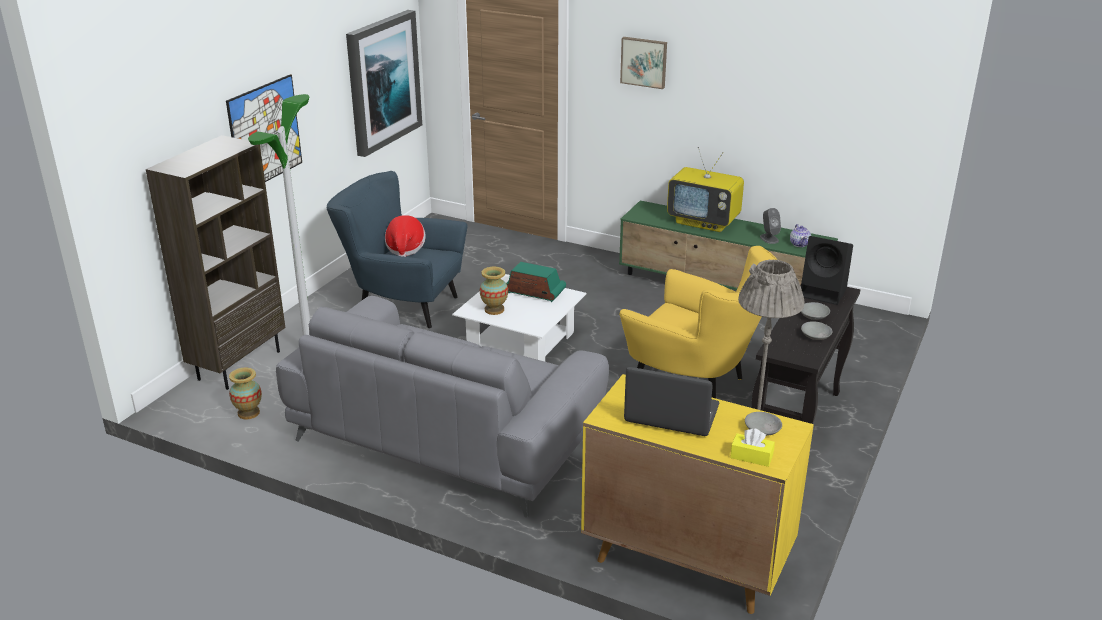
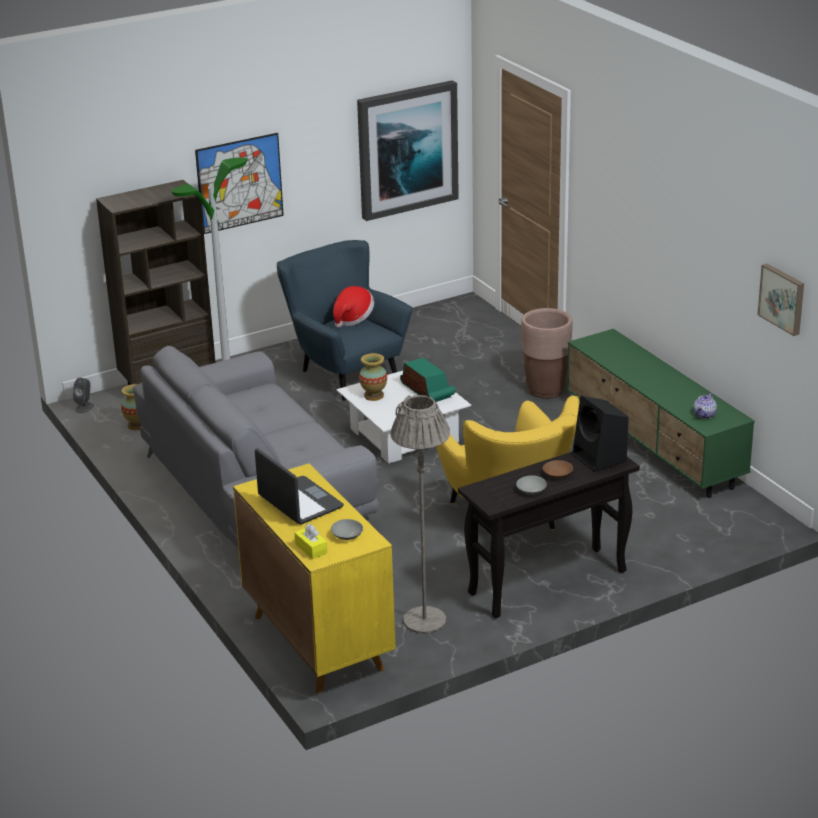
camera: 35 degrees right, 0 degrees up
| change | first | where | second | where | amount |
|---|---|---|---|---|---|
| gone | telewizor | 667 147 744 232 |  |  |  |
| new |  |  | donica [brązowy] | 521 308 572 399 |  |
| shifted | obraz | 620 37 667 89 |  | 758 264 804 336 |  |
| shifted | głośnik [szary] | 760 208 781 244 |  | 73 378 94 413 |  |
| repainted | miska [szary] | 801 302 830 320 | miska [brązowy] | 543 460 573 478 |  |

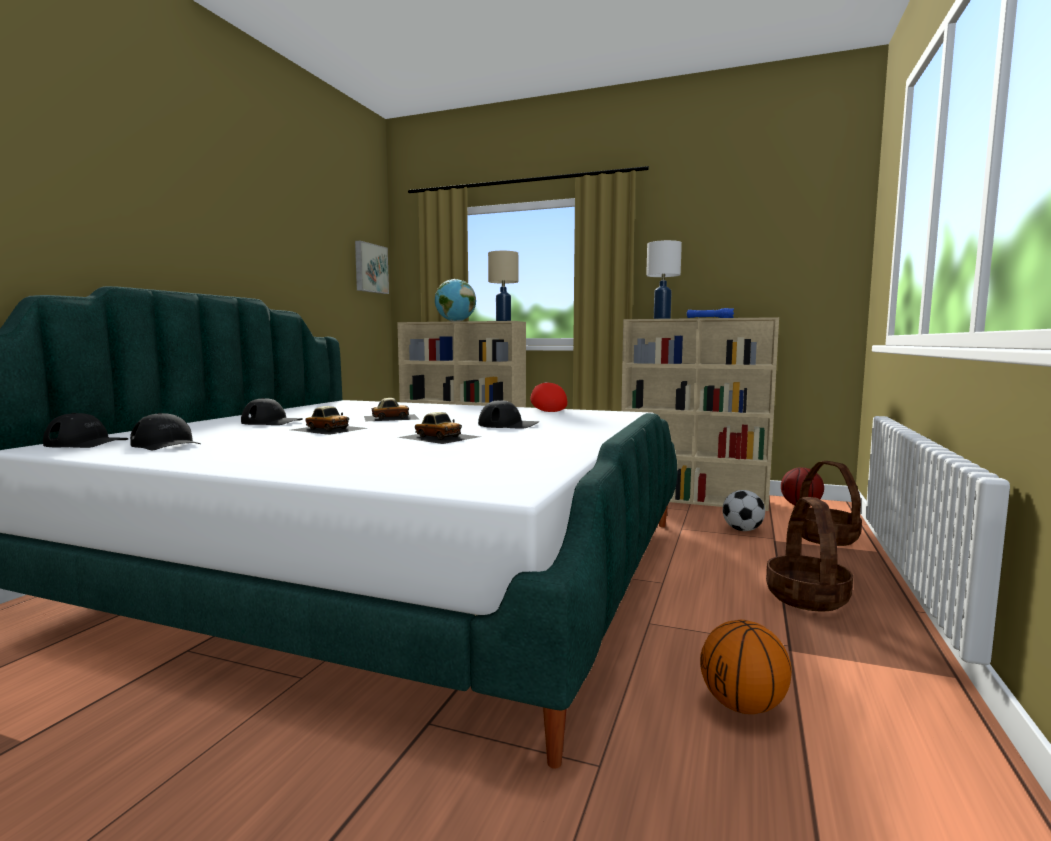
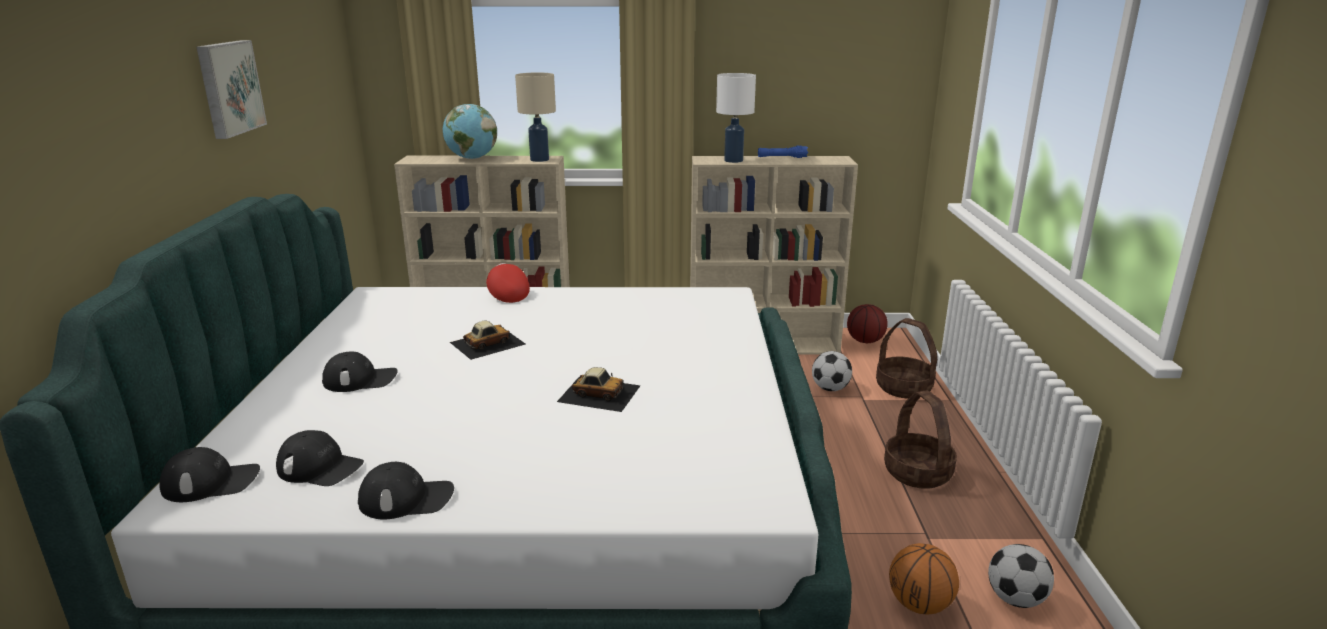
camera: 20 degrees left, 15 degrees up
| change | first | where | second | where | amount |
|---|---|---|---|---|---|
| gone | samochodzik | 292 406 367 435 |  |  |  |
| new |  |  | piłka futbolowa | 988 544 1054 608 |  |
| shifted | obraz | 355 241 389 294 |  | 196 40 267 139 |  |
| shifted | czapka z daszkiem [czarny] | 478 400 540 429 |  | 358 462 454 519 |  |
| shifted | czapka z daszkiem [czerwony] | 530 382 568 412 |  | 486 263 530 303 |  |

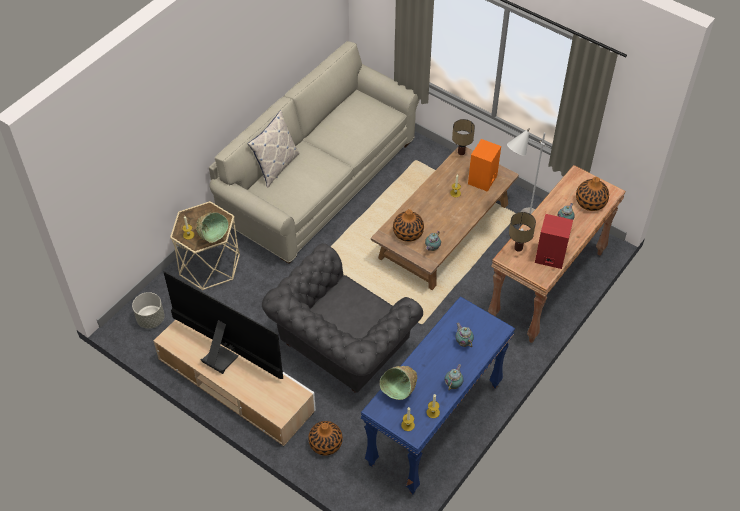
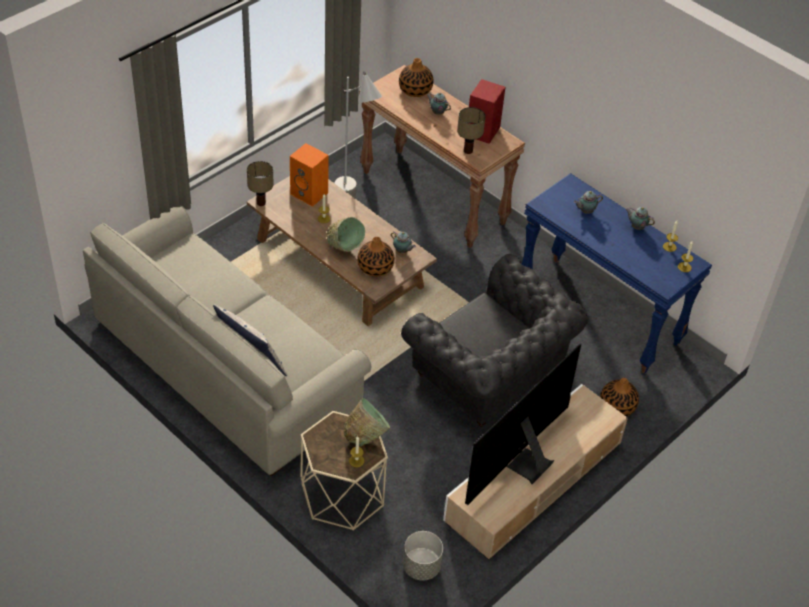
camera: 85 degrees left, 5 degrees down
| change | first | where | second | where | amount |
|---|---|---|---|---|---|
| shifted | miska [zielony] | 380 366 417 400 |  | 327 217 365 252 |  |

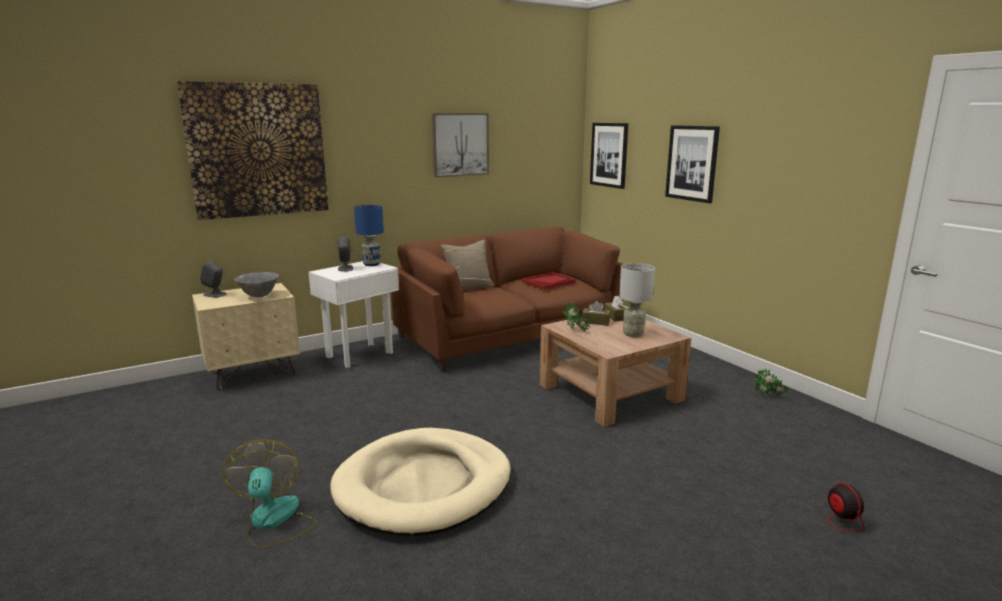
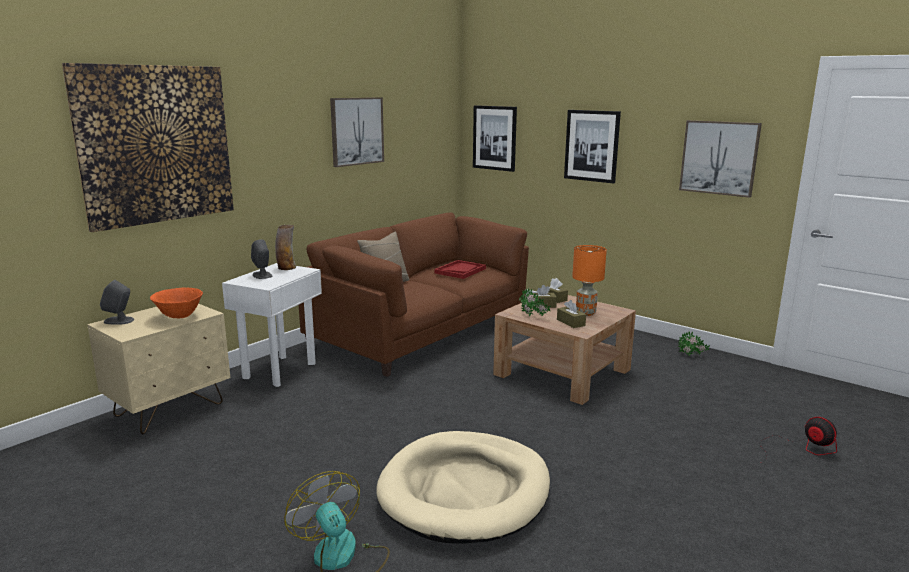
camera: 20 degrees left, 0 degrees up
| change | first | where | second | where | amount |
|---|---|---|---|---|---|
| new |  |  | pudełko chusteczek [brązowy] | 557 300 586 328 |  |
| new |  |  | obraz | 679 120 762 198 |  |
| swapped | lampa stołowa [niebieski] | 354 205 384 266 | wazon | 275 225 296 270 |  |
| repainted | miska [szary] | 234 272 279 297 | miska [pomarańczowy] | 150 288 203 318 |  |
| repainted | lampa stołowa [szary] | 619 263 655 337 | lampa stołowa [pomarańczowy] | 572 245 607 316 |  |

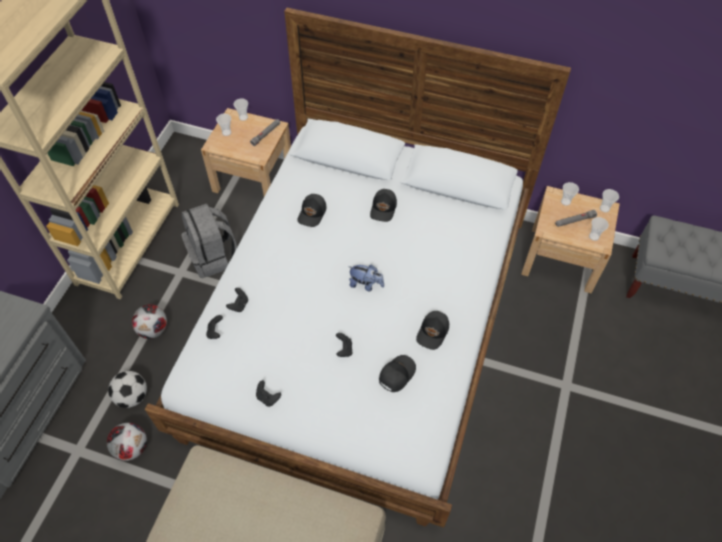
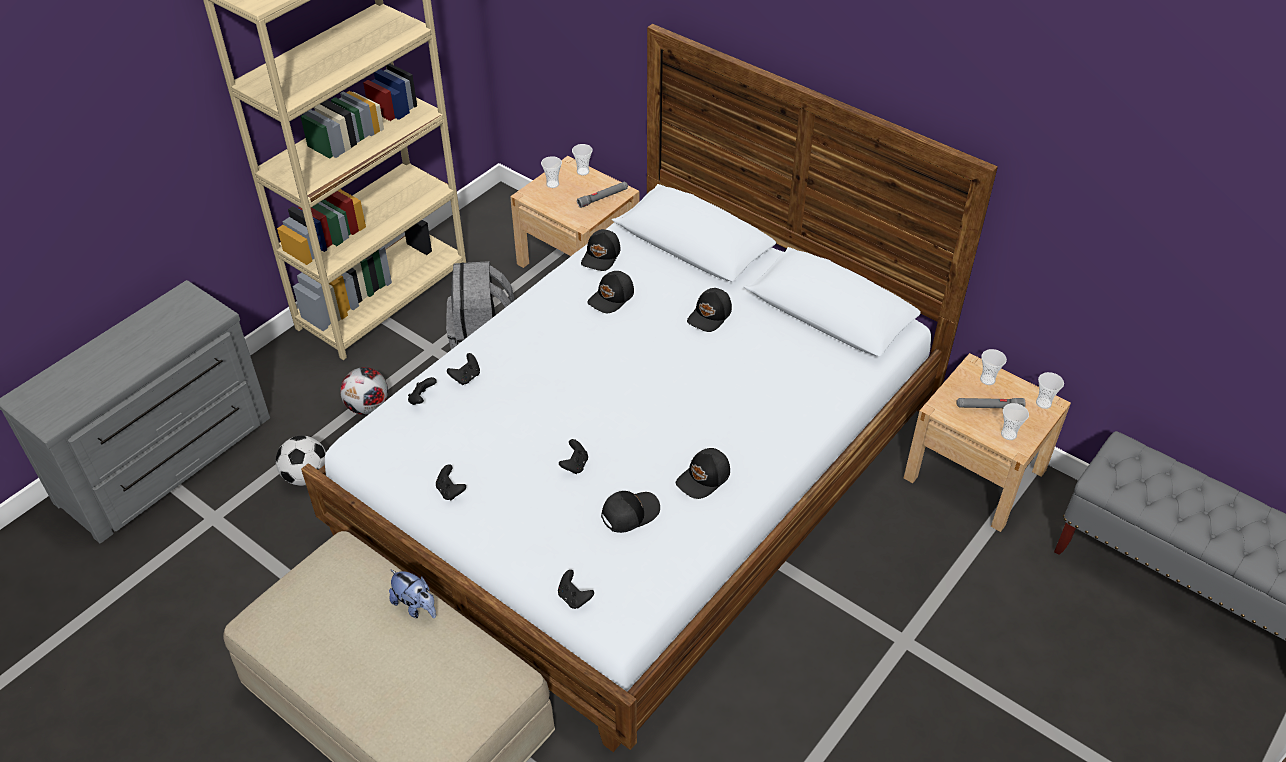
camera: 20 degrees right, 10 degrees down
| change | first | where | second | where | amount |
|---|---|---|---|---|---|
| gone | piłka futbolowa | 107 423 147 461 |  |  |  |
| new |  |  | pad do gier [czarny] | 558 570 594 609 |  |
| new |  |  | czapka z daszkiem [czarny] | 581 229 620 271 |  |
| shifted | pluszak | 348 264 384 291 |  | 389 569 436 618 |  |

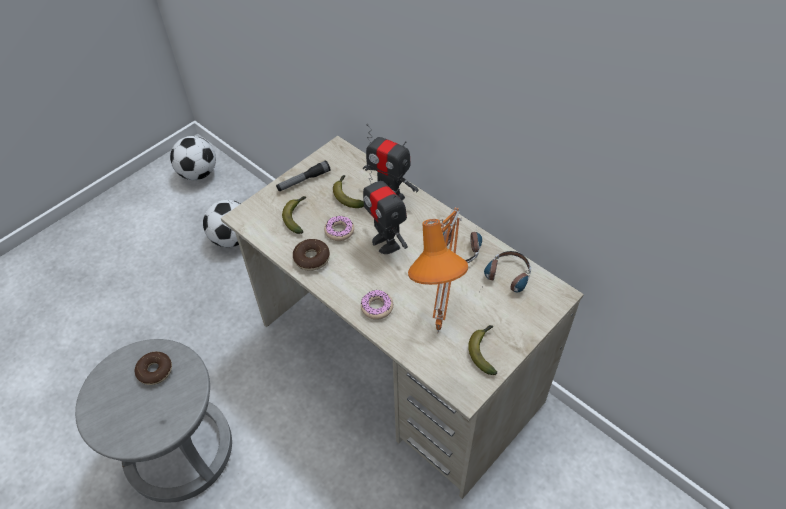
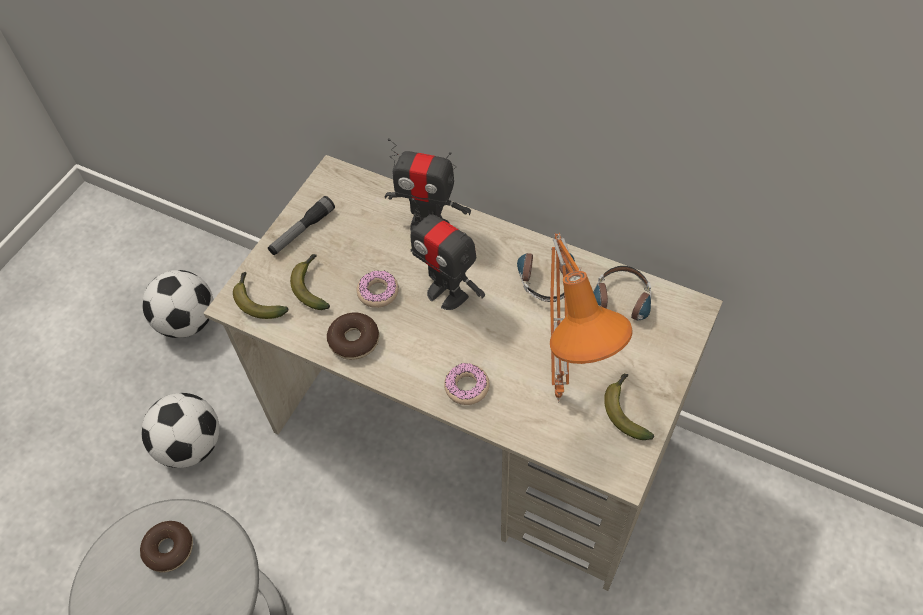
camera: 15 degrees left, 5 degrees up
| change | first | where | second | where | amount |
|---|---|---|---|---|---|
| shifted | piłka futbolowa | 170 136 216 180 |  | 141 393 219 468 |  |
| shifted | banan | 333 175 364 208 |  | 233 272 288 319 |  |

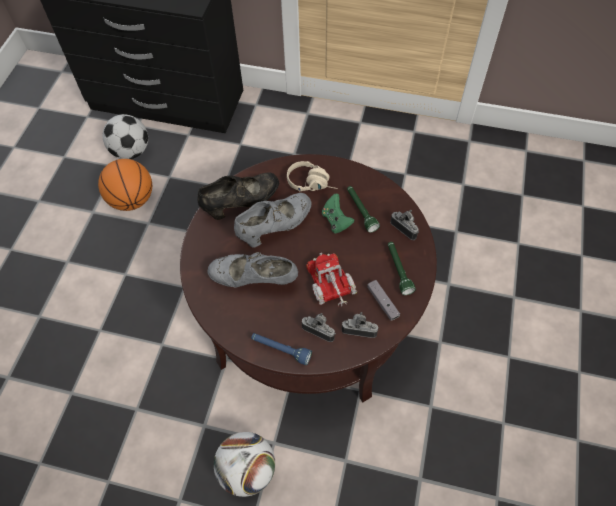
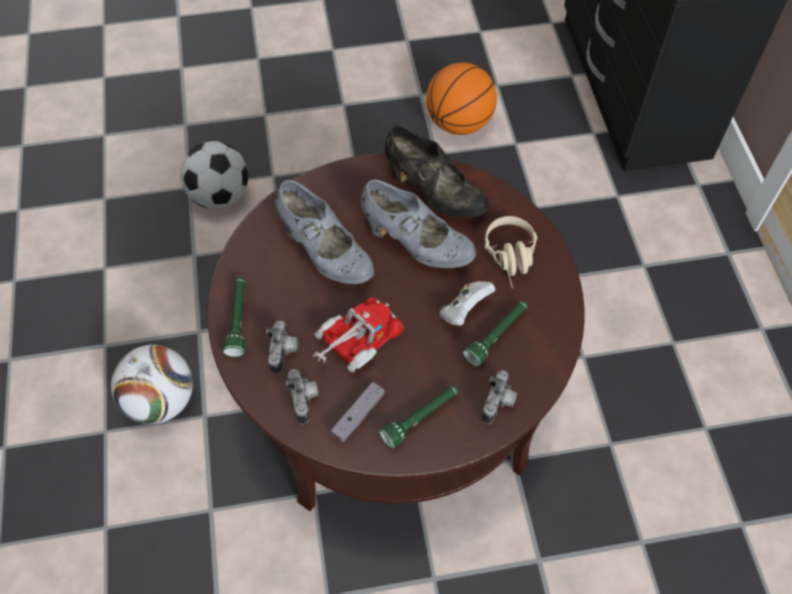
camera: 65 degrees right, 0 degrees up
| change | first | where | second | where | amount |
|---|---|---|---|---|---|
| shifted | piłka futbolowa | 103 114 148 159 |  | 180 141 248 209 |  |
| repainted | latarka [niebieski] | 251 333 312 365 | latarka [zielony] | 223 277 245 357 |  |
| repainted | pad do gier [zielony] | 322 194 354 234 | pad do gier [biały] | 440 281 495 326 |  |
| rotated | but [szary] | 207 252 298 287 |  | 275 180 374 284 | 150 degrees clockwise |

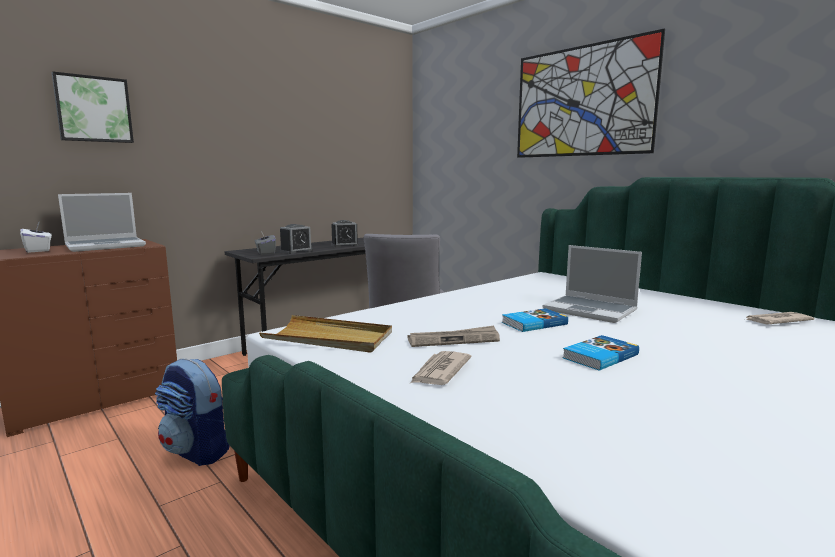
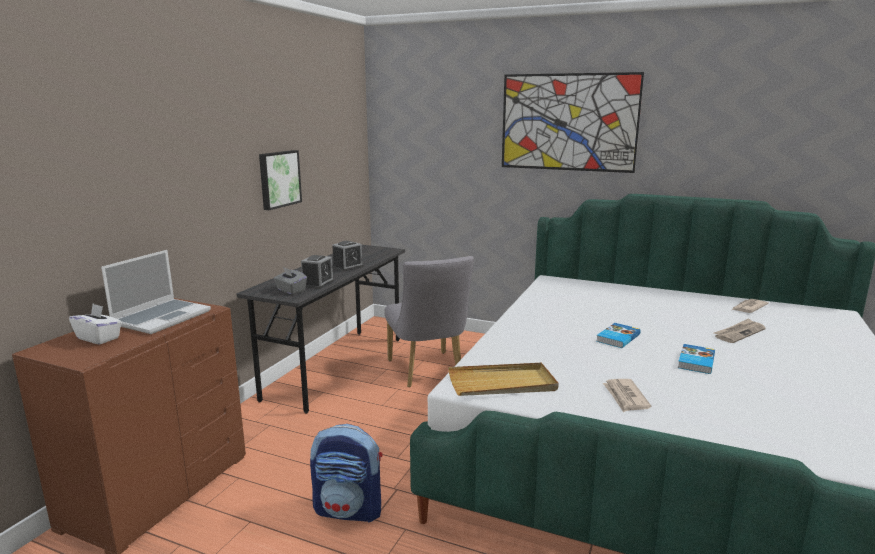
camera: 25 degrees left, 5 degrees up
| change | first | where | second | where | amount |
|---|---|---|---|---|---|
| gone | laptop | 543 245 642 323 |  |  |  |
| shifted | obraz | 51 71 134 143 |  | 259 150 302 210 |  |
| shifted | gazeta | 408 325 500 347 |  | 714 318 766 343 |  |

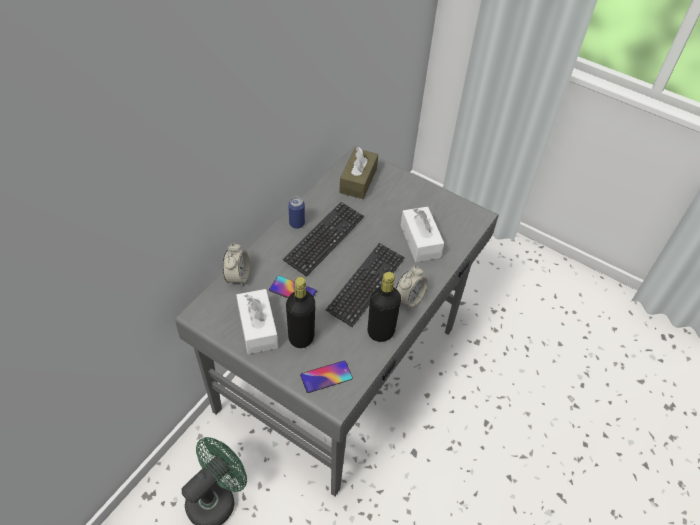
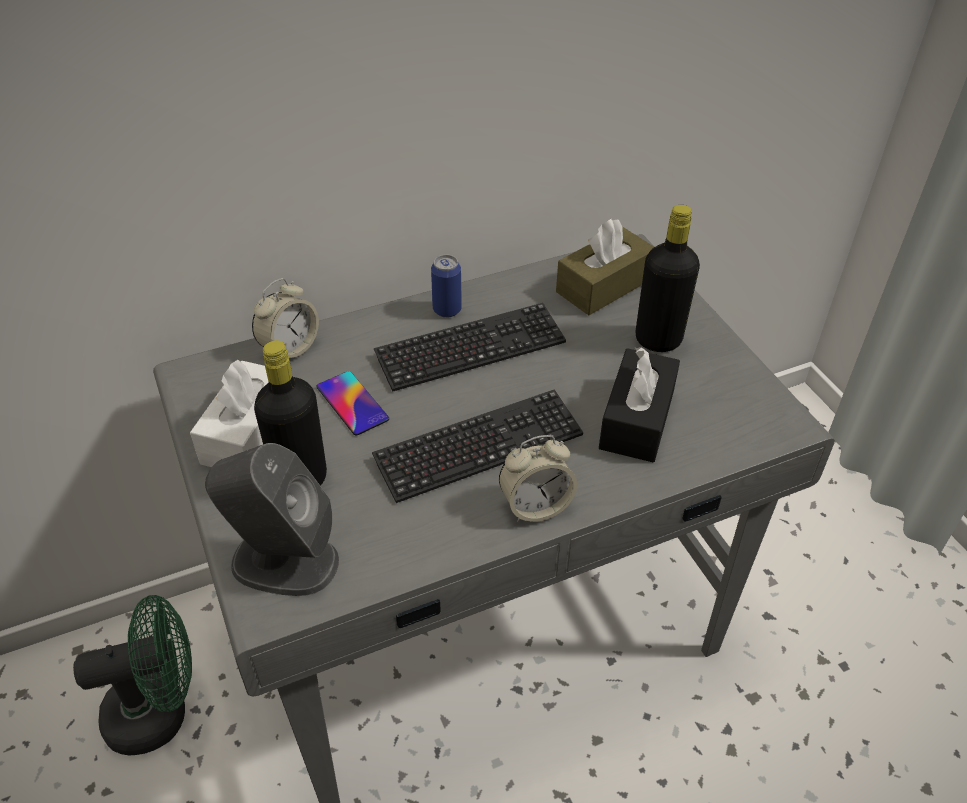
camera: 35 degrees right, 5 degrees down
| change | first | where | second | where | amount |
|---|---|---|---|---|---|
| shifted | butelka [czarny] | 368 272 401 342 |  | 635 205 700 352 |  |
| swapped | telefon | 300 361 353 393 | głośnik [szary] | 205 443 339 596 |  |
| repainted | pudełko chusteczek [biały] | 401 207 444 262 | pudełko chusteczek [czarny] | 599 347 680 462 |  |

